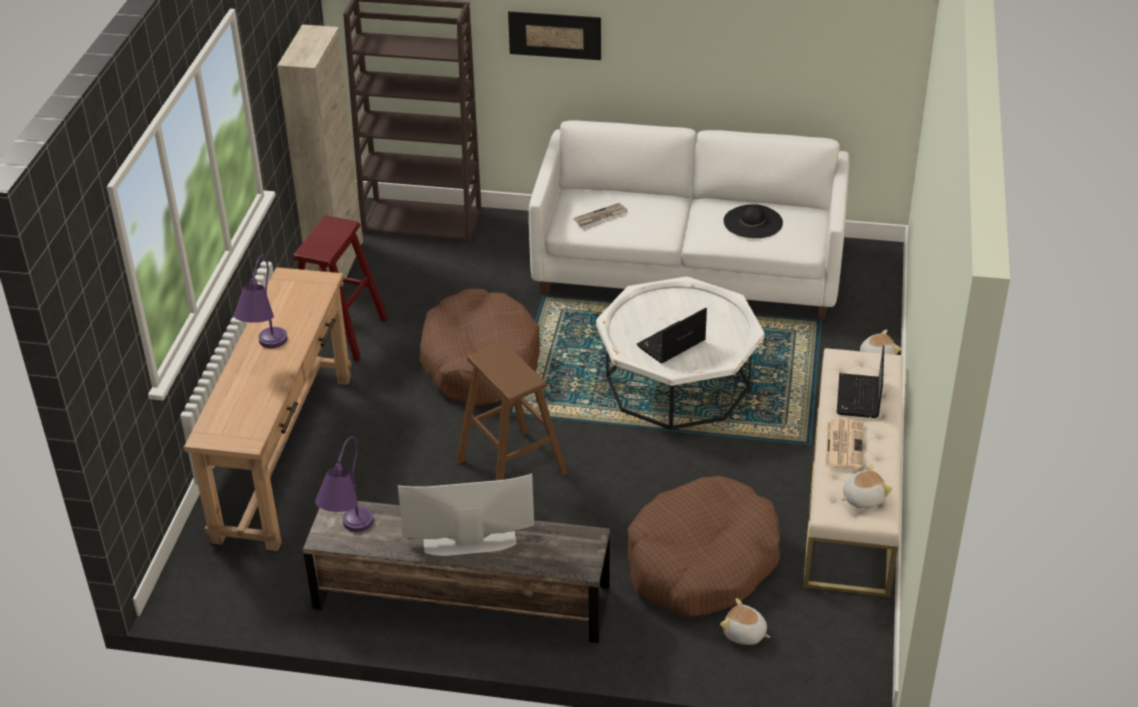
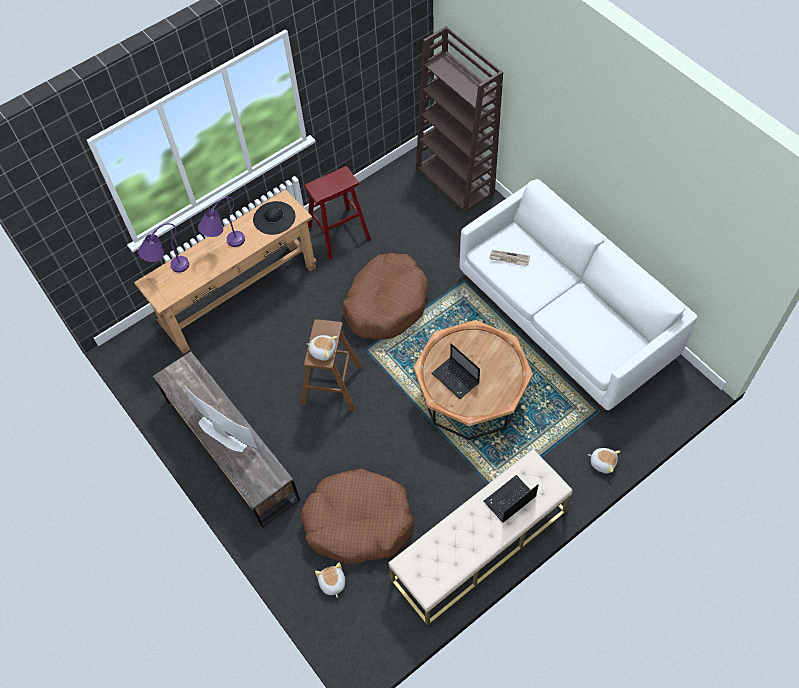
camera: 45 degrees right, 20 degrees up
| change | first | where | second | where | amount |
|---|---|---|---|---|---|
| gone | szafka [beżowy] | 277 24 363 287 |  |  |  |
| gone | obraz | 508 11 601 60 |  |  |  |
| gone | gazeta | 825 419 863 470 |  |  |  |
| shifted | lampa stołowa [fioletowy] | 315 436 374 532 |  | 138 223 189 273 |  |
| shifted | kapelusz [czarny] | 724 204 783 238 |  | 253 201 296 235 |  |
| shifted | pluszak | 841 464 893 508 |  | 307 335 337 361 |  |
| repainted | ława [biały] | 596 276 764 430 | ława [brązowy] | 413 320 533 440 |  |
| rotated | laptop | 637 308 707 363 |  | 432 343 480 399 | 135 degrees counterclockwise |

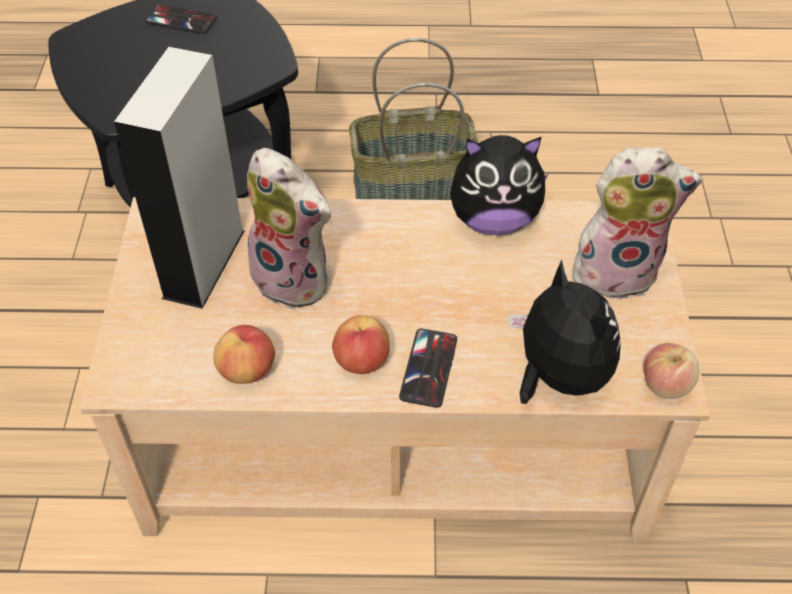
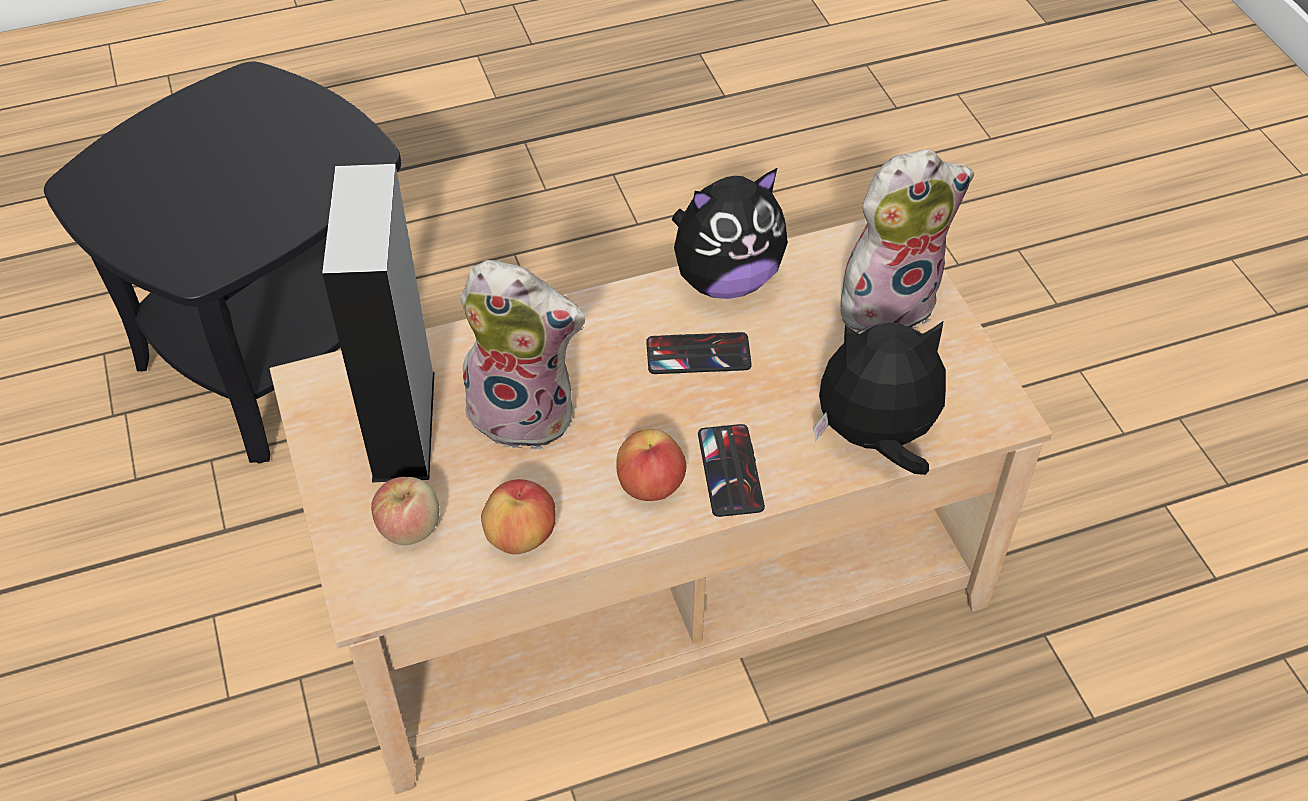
camera: 20 degrees left, 0 degrees up
| change | first | where | second | where | amount |
|---|---|---|---|---|---|
| gone | koszyk | 349 38 478 200 |  |  |  |
| shifted | telefon | 146 4 217 34 |  | 646 332 752 374 |  |
| shifted | jabłko | 644 343 699 399 |  | 371 477 439 545 |  |
| rotated | pluszak | 509 260 621 404 |  | 813 321 946 475 | 45 degrees counterclockwise |

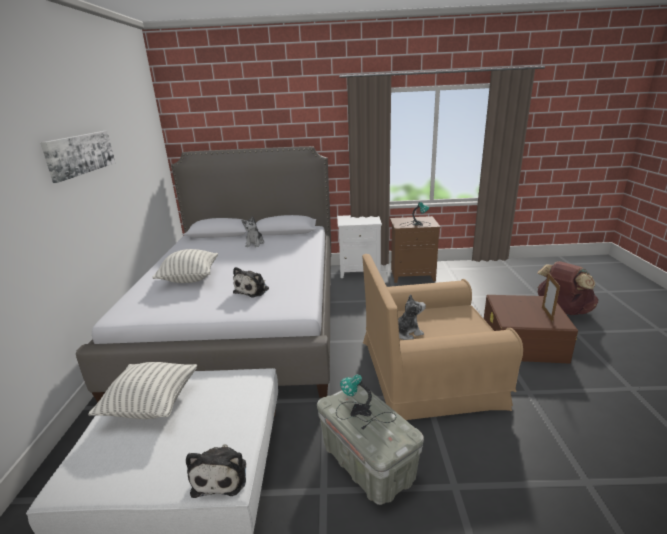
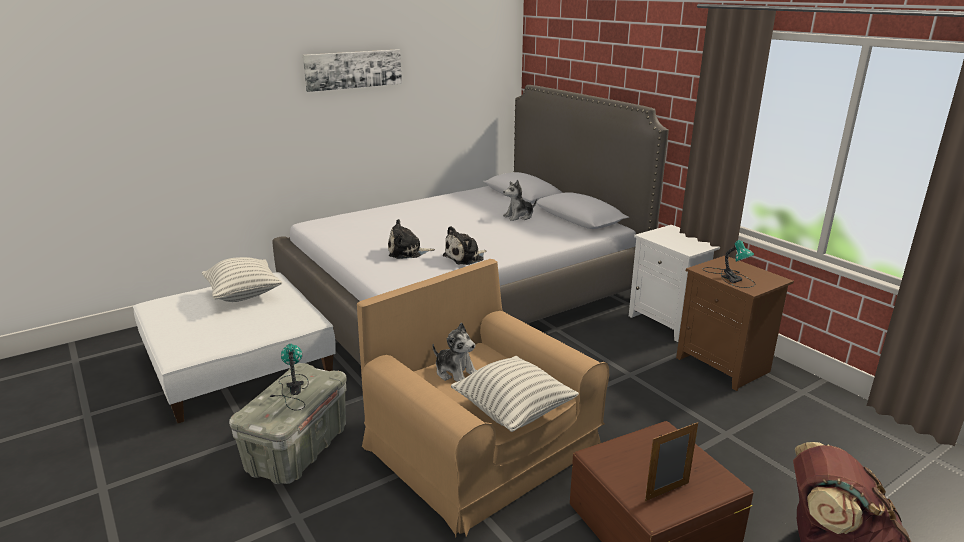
camera: 55 degrees right, 0 degrees up
| change | first | where | second | where | amount |
|---|---|---|---|---|---|
| shifted | poduszka | 152 249 218 283 |  | 451 356 579 432 |  |
| shifted | pluszak | 186 444 246 498 |  | 442 226 487 265 |  |

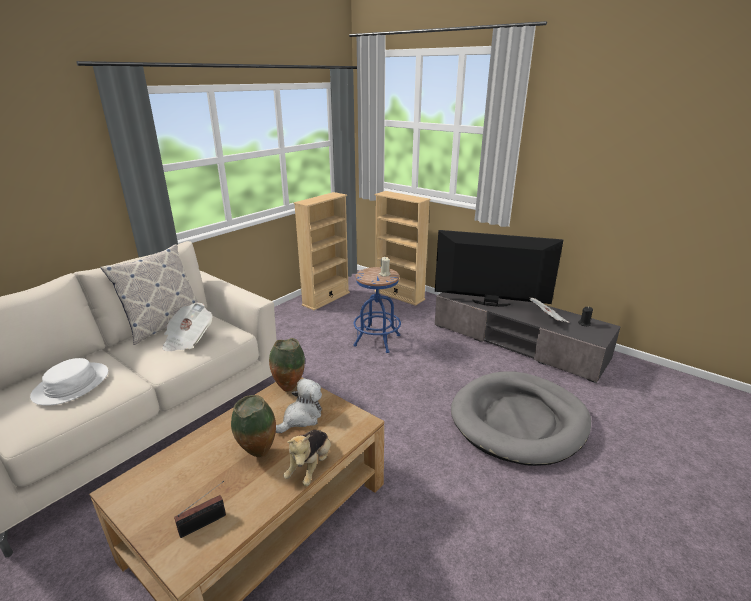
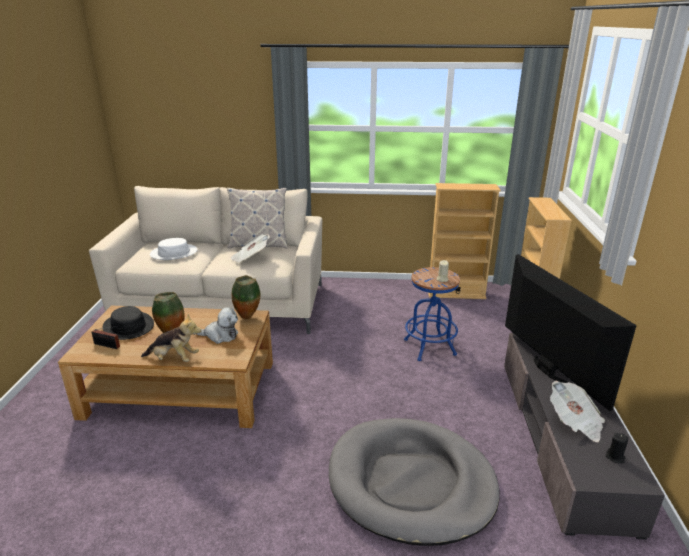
camera: 55 degrees right, 0 degrees up
| change | first | where | second | where | amount |
|---|---|---|---|---|---|
| new |  |  | kapelusz [czarny] | 103 306 154 340 |  |
| rotated | pluszak | 284 430 331 486 |  | 141 313 202 362 | 150 degrees counterclockwise |

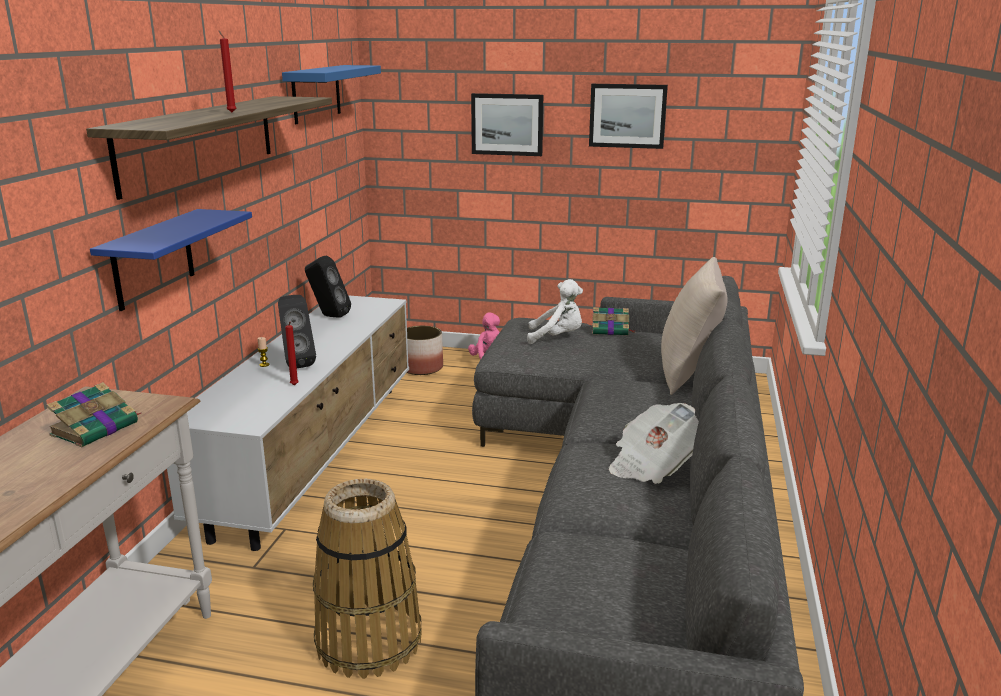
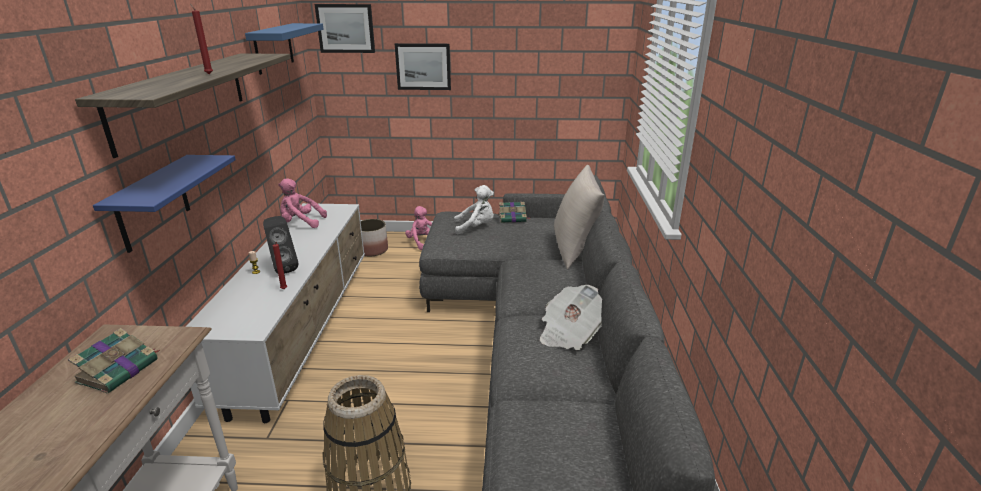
camera: 10 degrees left, 5 degrees up
| change | first | where | second | where | amount |
|---|---|---|---|---|---|
| shifted | obraz | 589 84 668 149 |  | 314 4 375 53 |  |
| swapped | głośnik [czarny] | 305 256 351 318 | pluszak [różowy] | 278 178 327 228 |  |

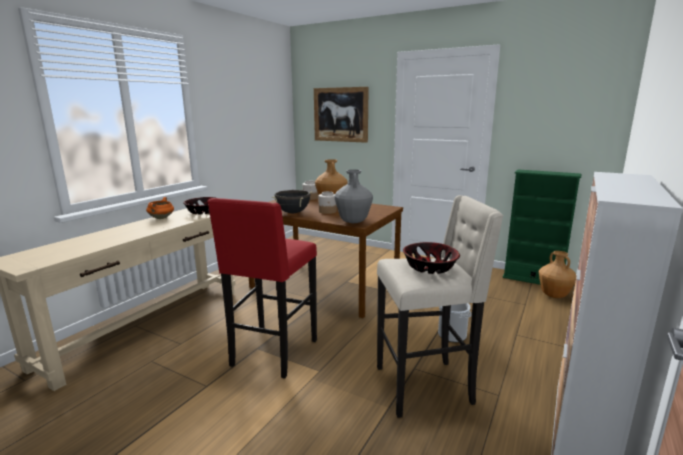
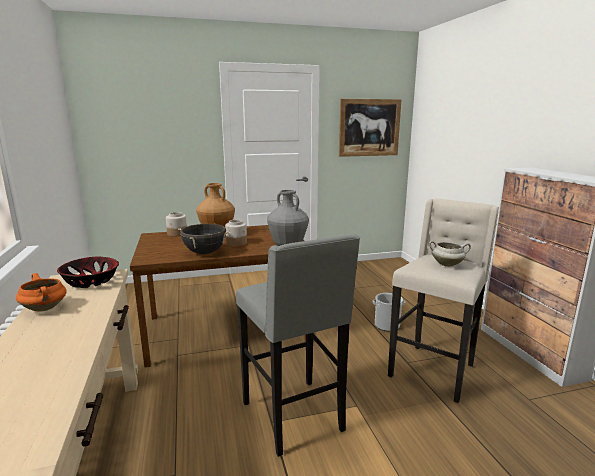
camera: 45 degrees left, 0 degrees up
| change | first | where | second | where | amount |
|---|---|---|---|---|---|
| gone | regał [zielony] | 503 169 581 285 |  |  |  |
| gone | wazon [brązowy] | 539 251 576 298 |  |  |  |
| shifted | obraz | 314 87 369 143 |  | 339 99 402 157 |  |
| swapped | miska | 403 242 460 274 | garnek [biały] | 429 240 471 267 |  |
| repainted | stołek [czerwony] | 207 198 317 378 | stołek [szary] | 236 234 360 457 |  |

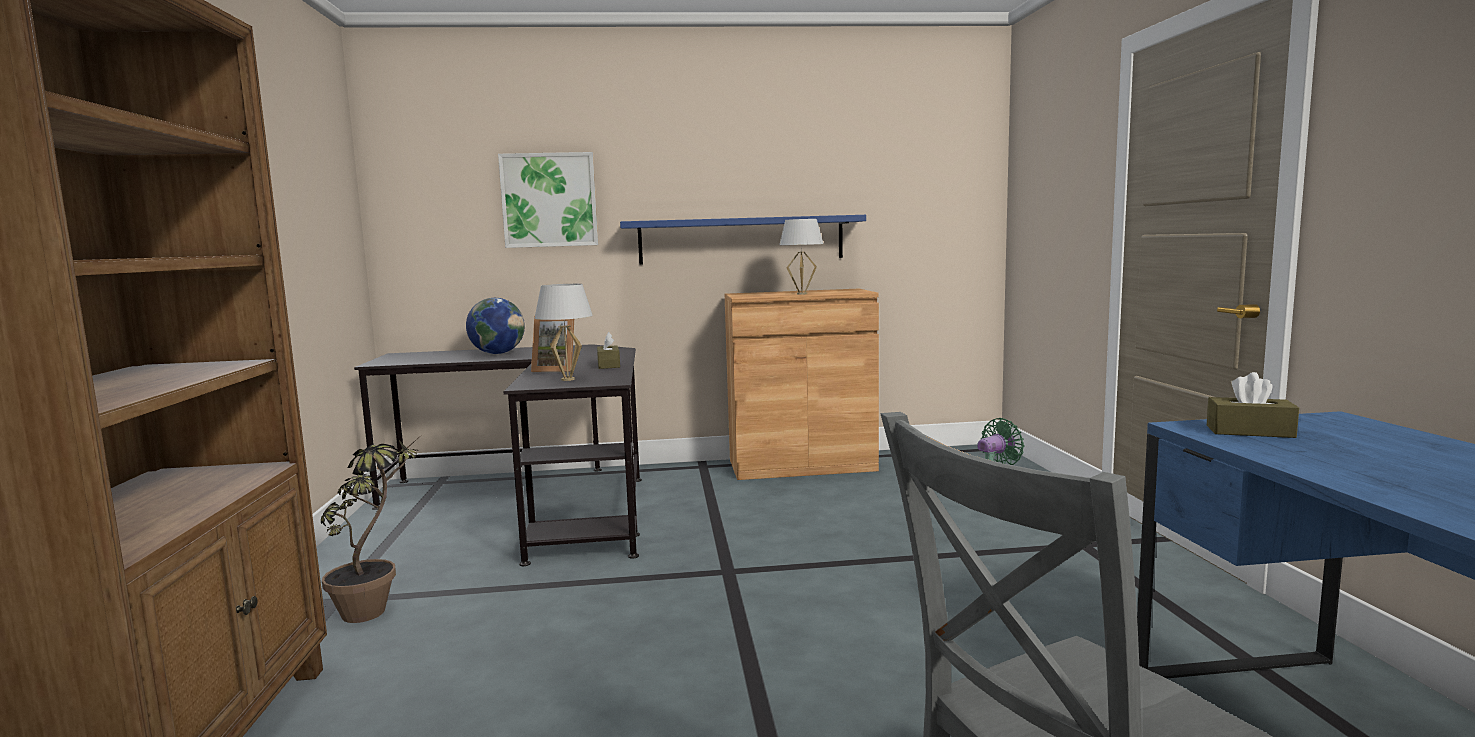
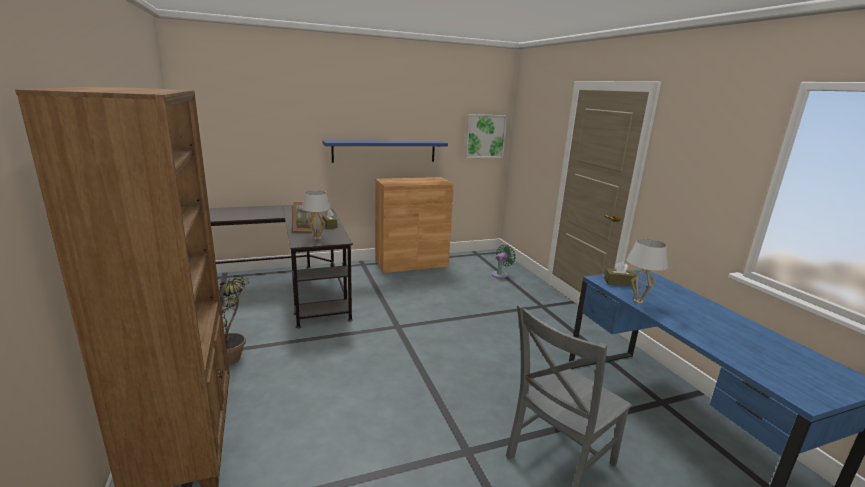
camera: 15 degrees left, 10 degrees up
| change | first | where | second | where | amount |
|---|---|---|---|---|---|
| gone | globus | 466 298 525 354 |  |  |  |
| shifted | obraz | 498 152 598 248 |  | 465 114 507 158 |  |
| shifted | lampa stołowa [biały] | 779 219 823 295 |  | 627 239 668 304 |  |

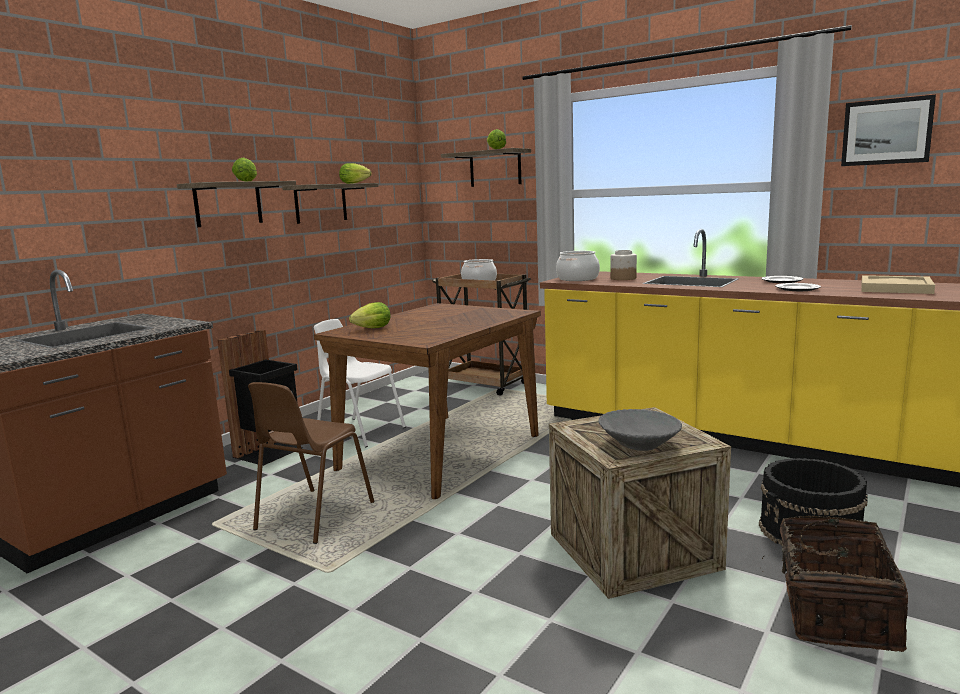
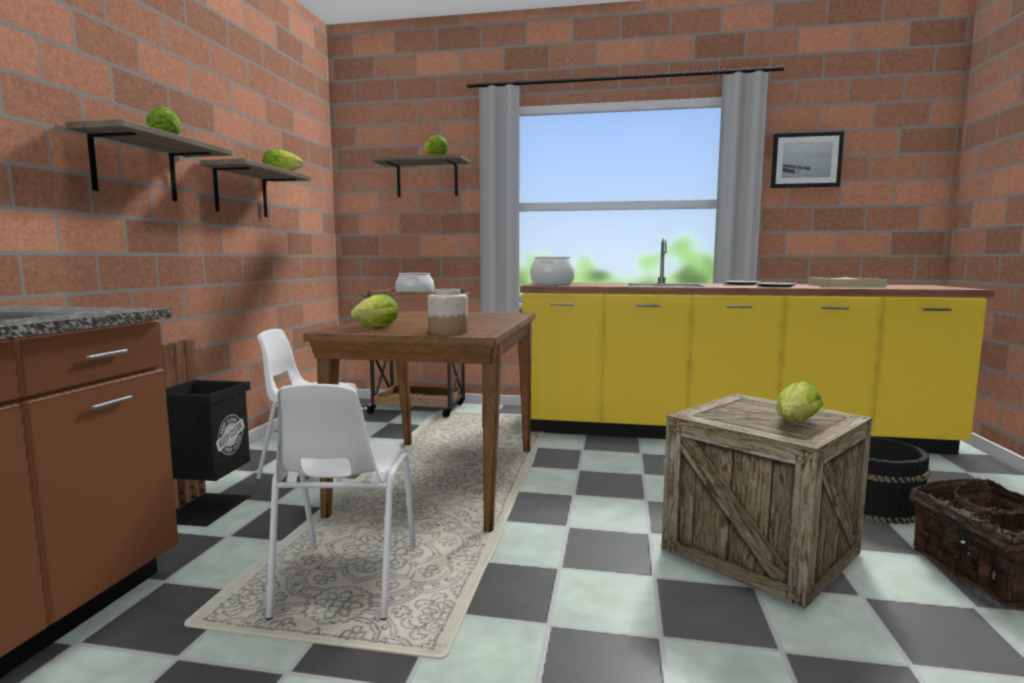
camera: 25 degrees left, 5 degrees down
| change | first | where | second | where | amount |
|---|---|---|---|---|---|
| shifted | słoik | 611 250 637 280 |  | 428 289 468 335 |  |
| swapped | miska [szary] | 599 409 682 451 | sałata | 777 381 823 423 |  |
| repainted | krzesło [brązowy] | 248 382 374 544 | krzesło [biały] | 266 384 416 620 |  |

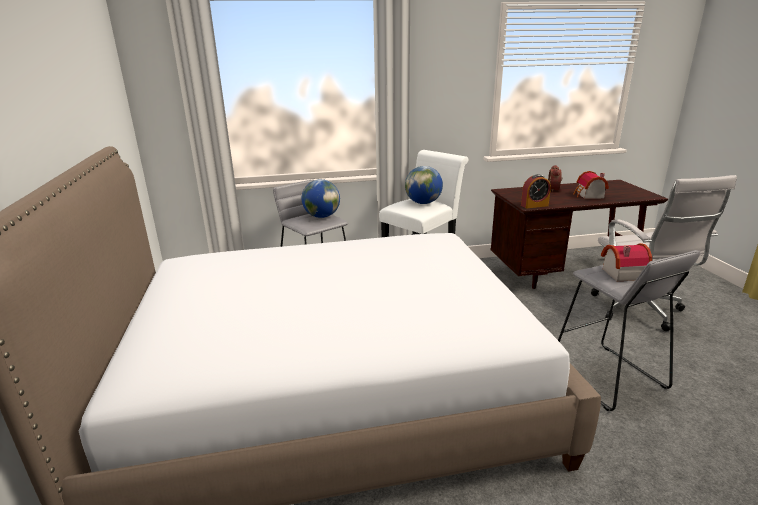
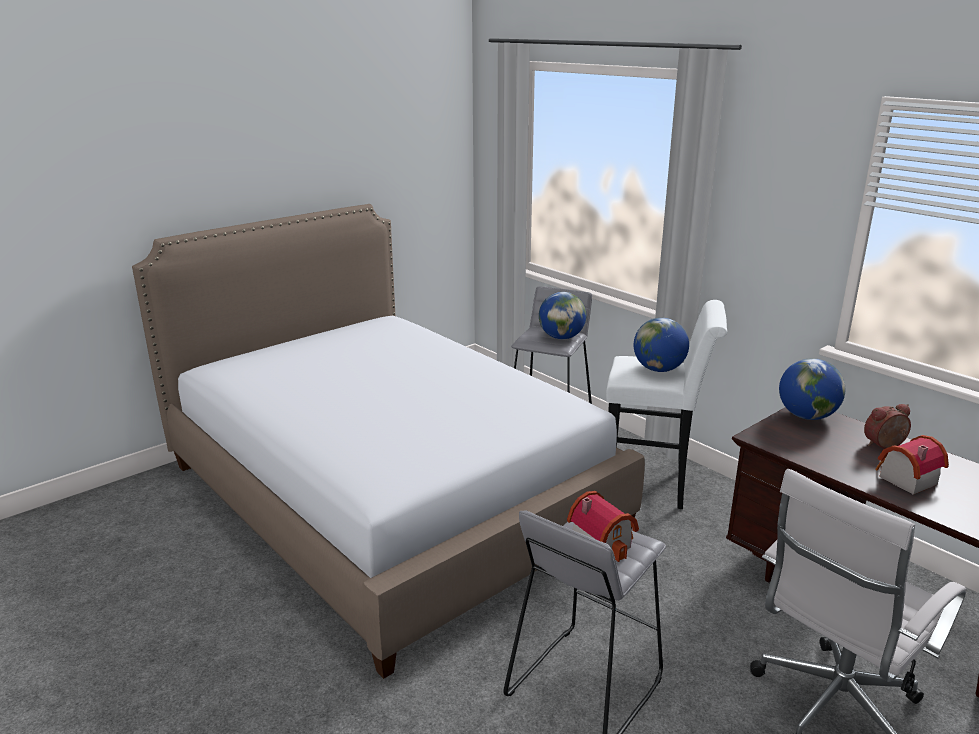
camera: 60 degrees right, 0 degrees up
| change | first | where | second | where | amount |
|---|---|---|---|---|---|
| gone | budzik | 521 174 551 208 |  |  |  |
| new |  |  | globus | 779 358 845 420 |  |

